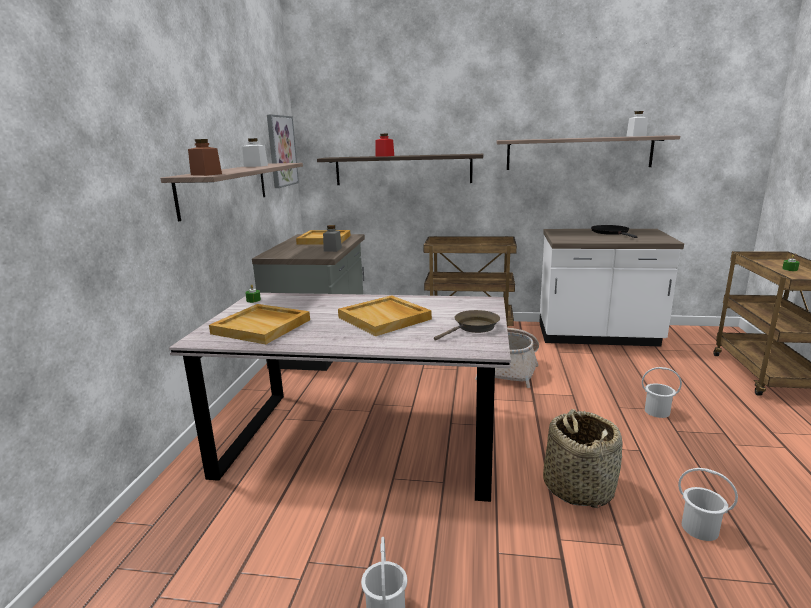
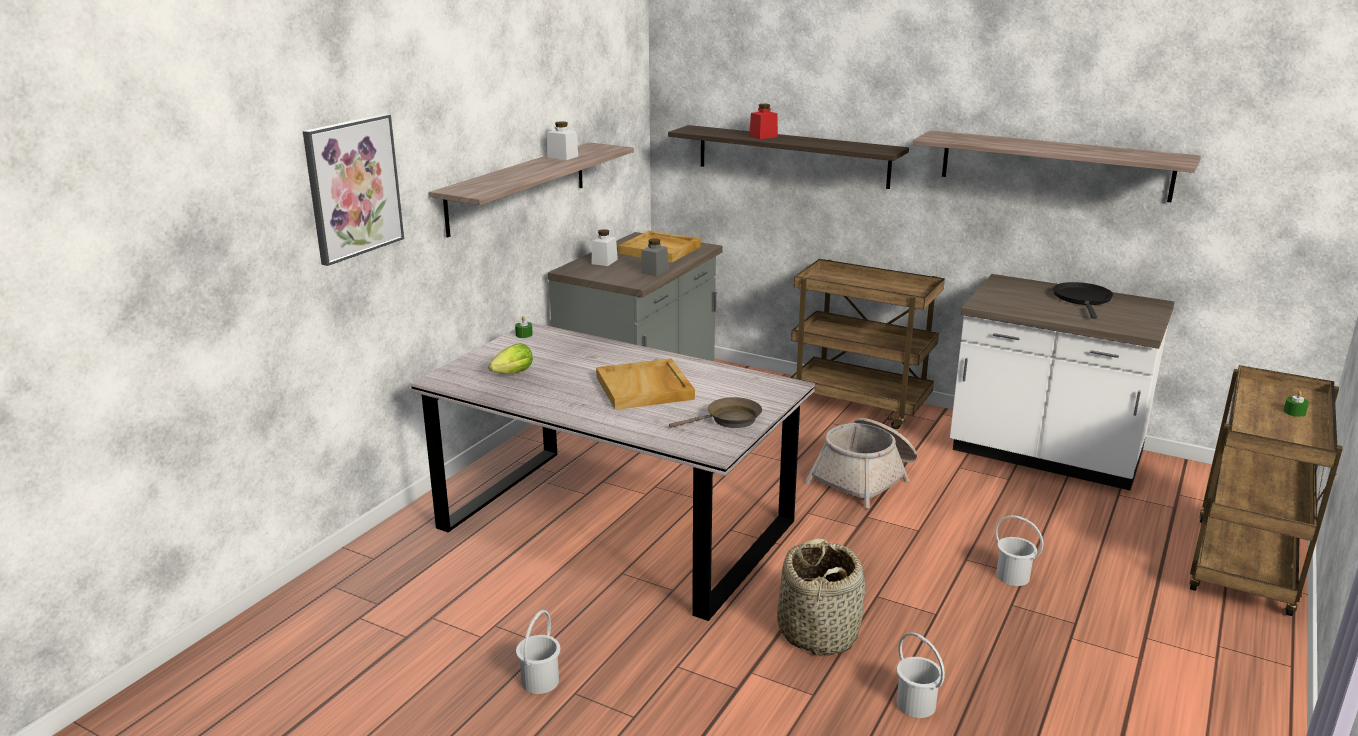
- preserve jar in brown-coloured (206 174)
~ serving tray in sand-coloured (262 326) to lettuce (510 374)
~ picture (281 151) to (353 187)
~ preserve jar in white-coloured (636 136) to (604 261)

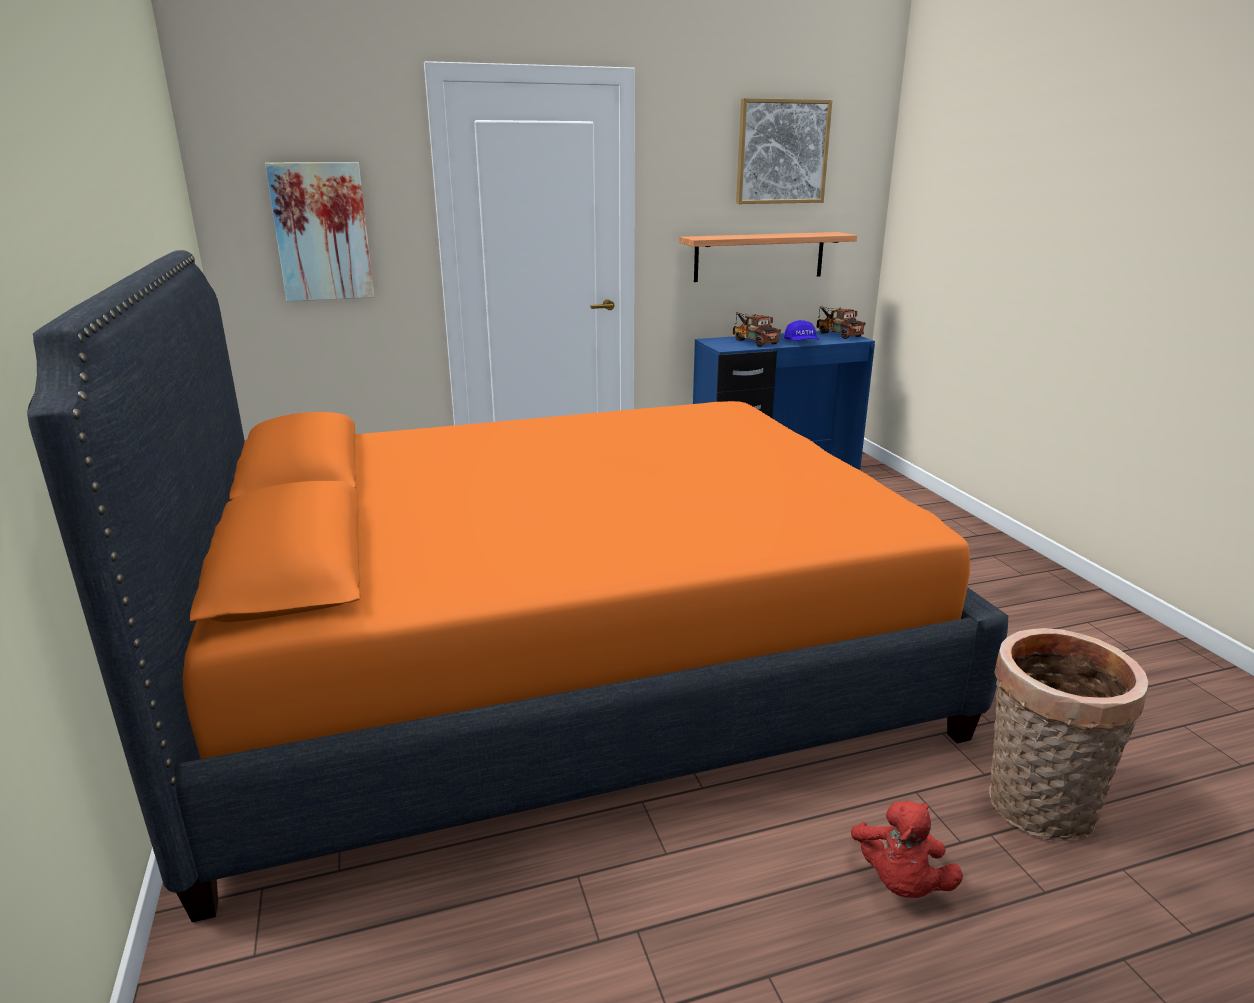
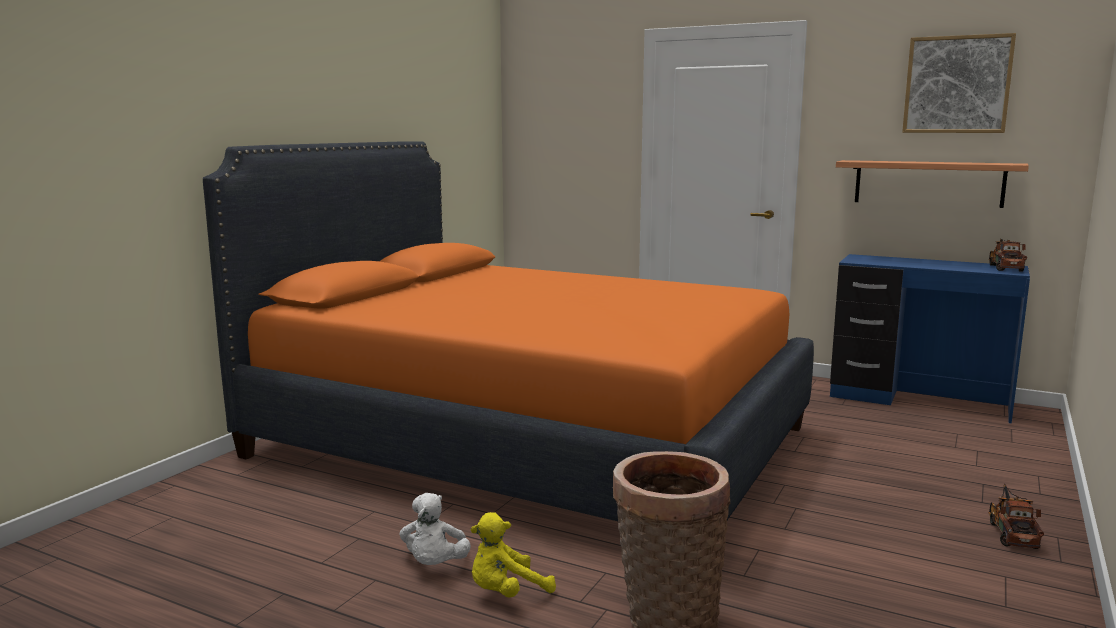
- picture (322 232)
~ toy truck (753 341) to (1011 532)
- cap in blue (801 342)
~ soft toy in red (899 882) to soft toy in yellowish (506 592)
+ soft toy in white-coloured (434 565)

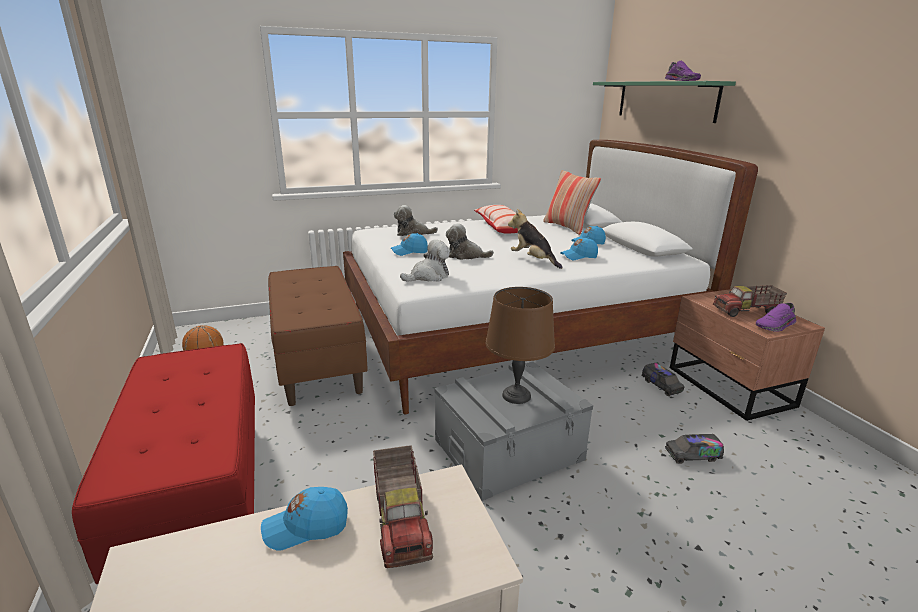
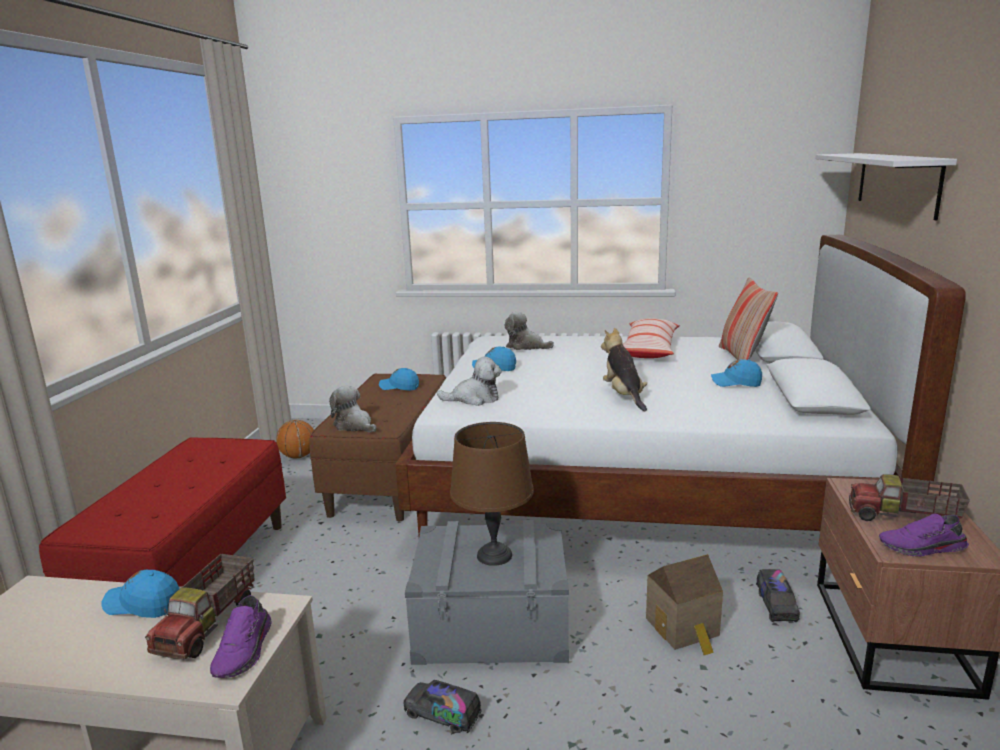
~ soft toy (465 256) to (354 426)
~ cap in blue (579 256) to (399 387)
~ bracket shelf in green-coloured (665 100) to bracket shelf in white-coloured (897 182)
~ item of footwear in purple (682 81) to (245 651)
~ toy truck (692 455) to (442 715)
+ miniature house (684 629)

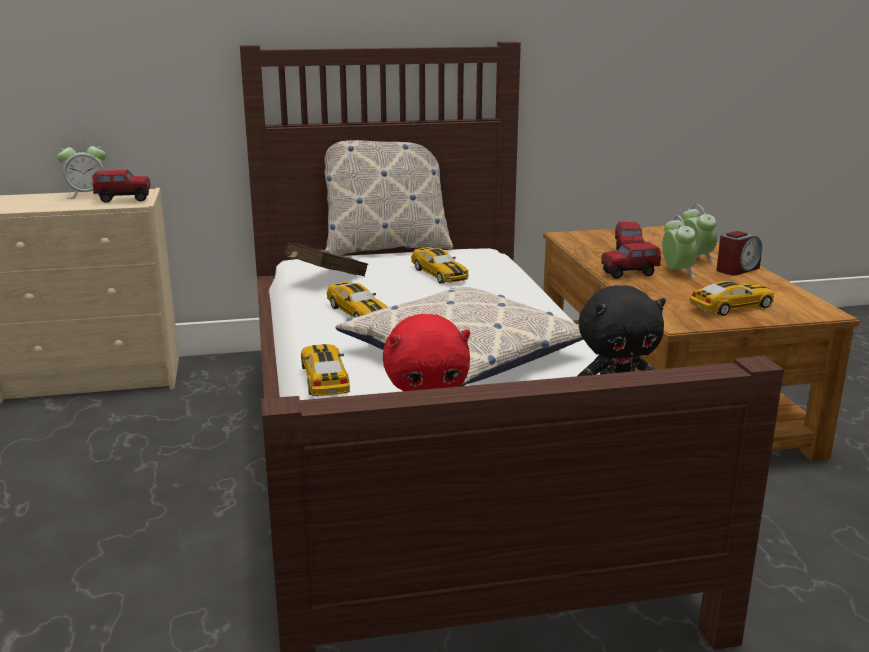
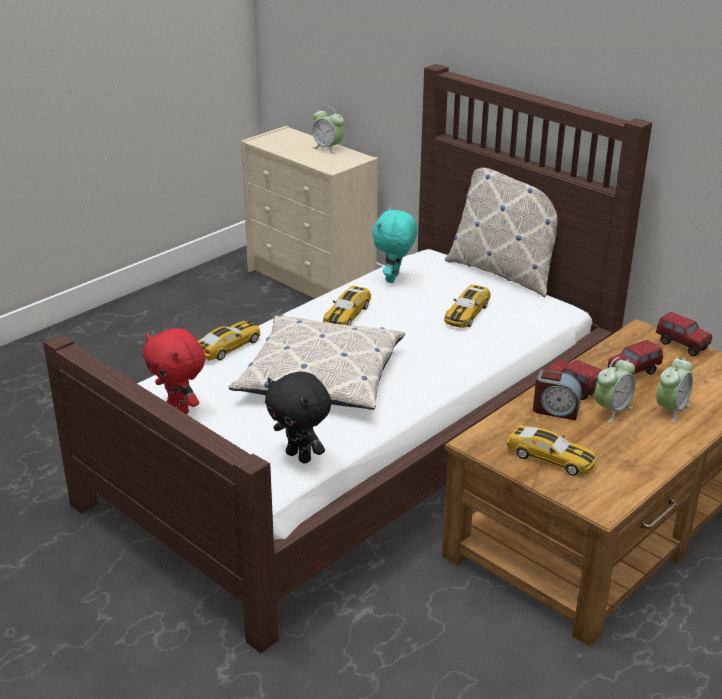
~ toy truck (123 199) to (681 345)
~ volume in red (324 279) to soft toy in turquoise-coloured (394 279)
~ bedside clock (737 269) to (555 410)

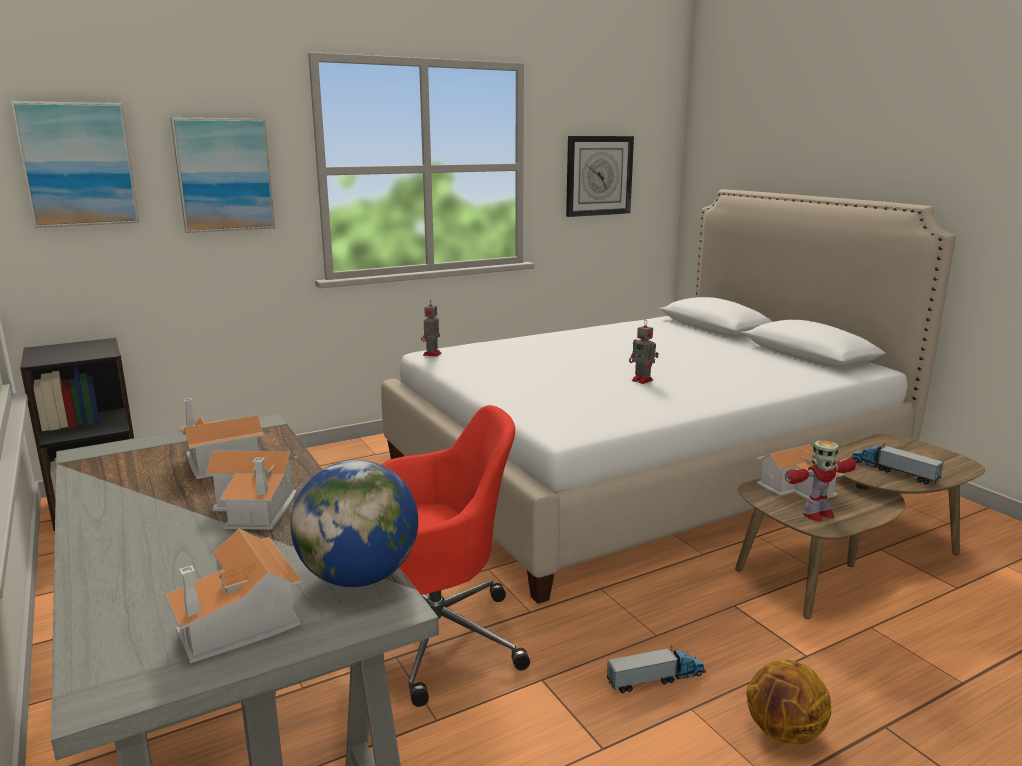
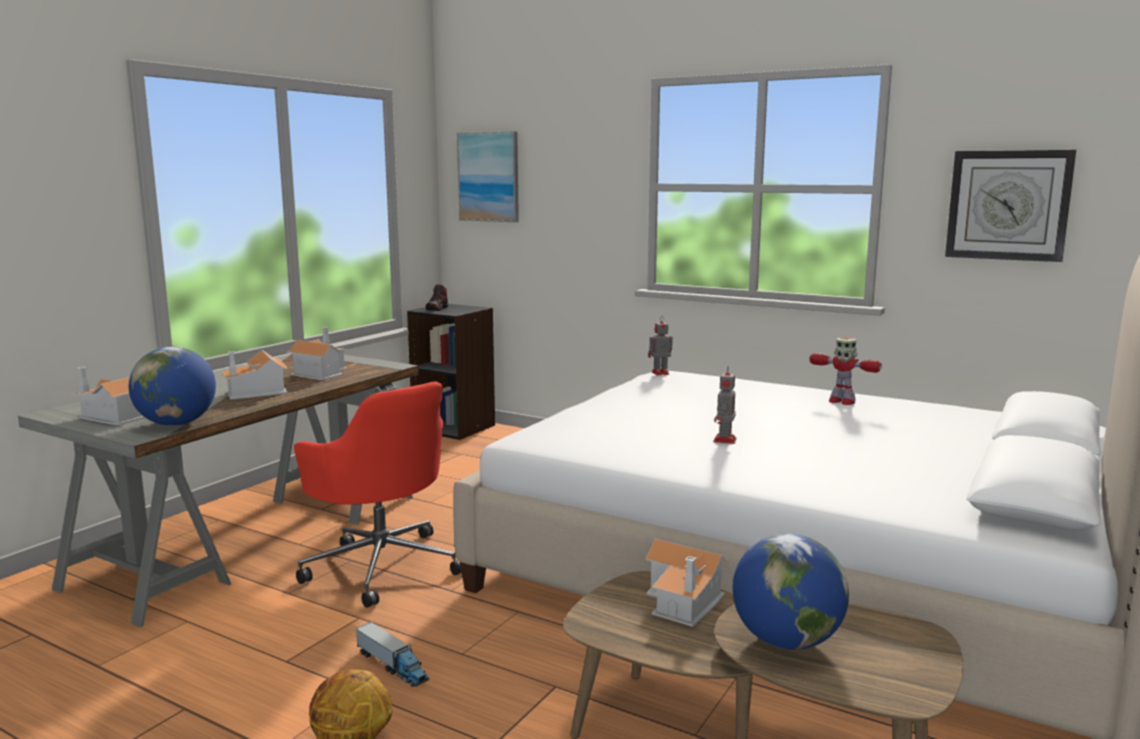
- picture (224 175)
~ model robot (817 514) to (841 401)
~ toy truck (893 471) to globe (786 641)
+ item of footwear (437 309)

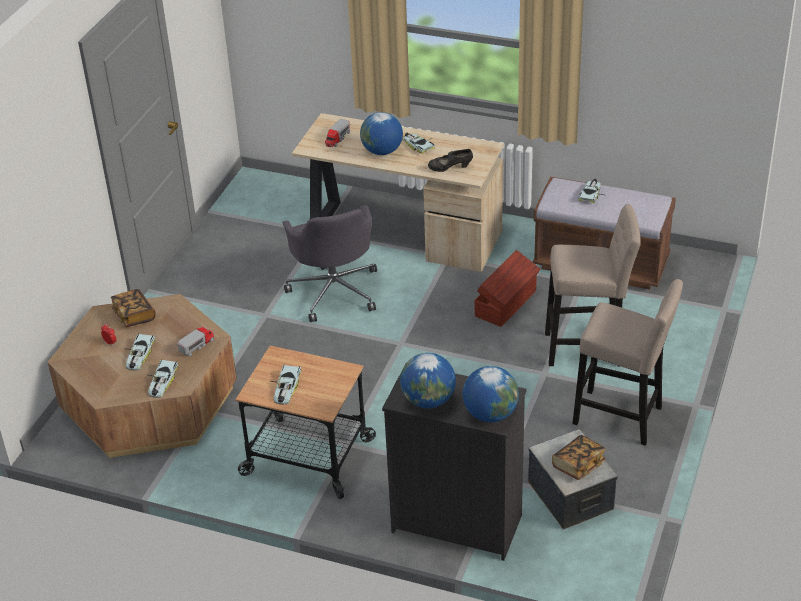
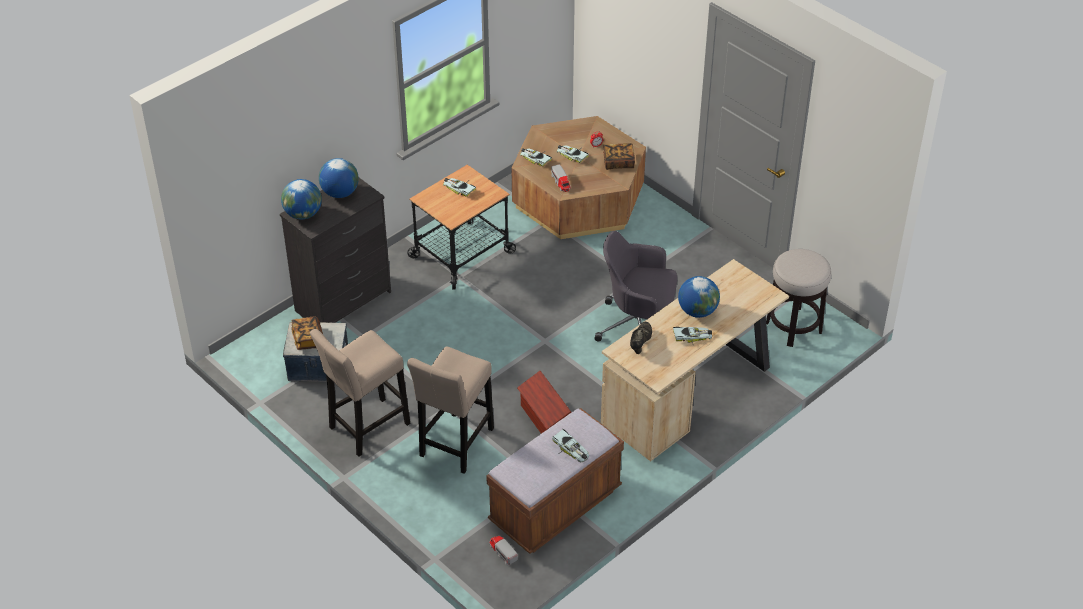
~ toy truck (337 139) to (503 553)
+ sitting stool (794 327)

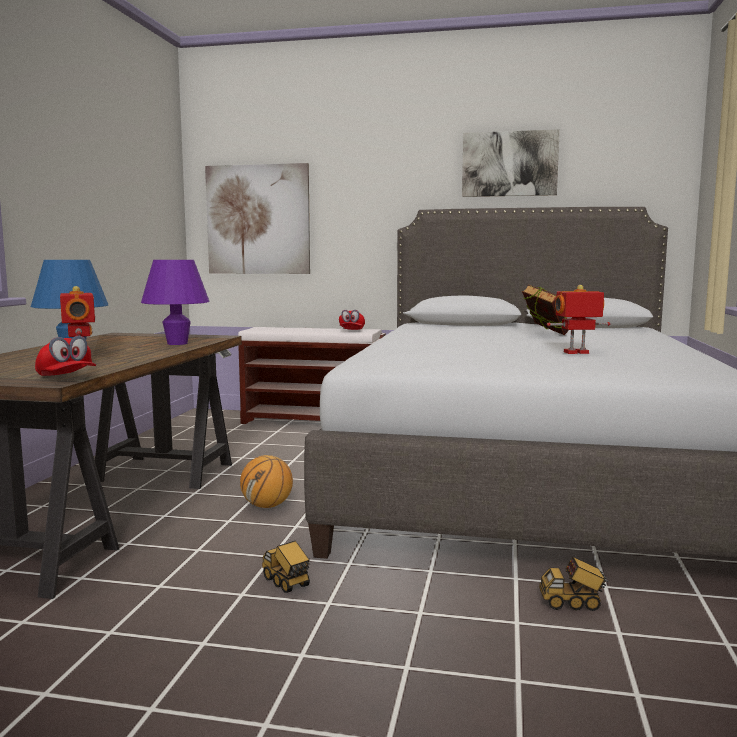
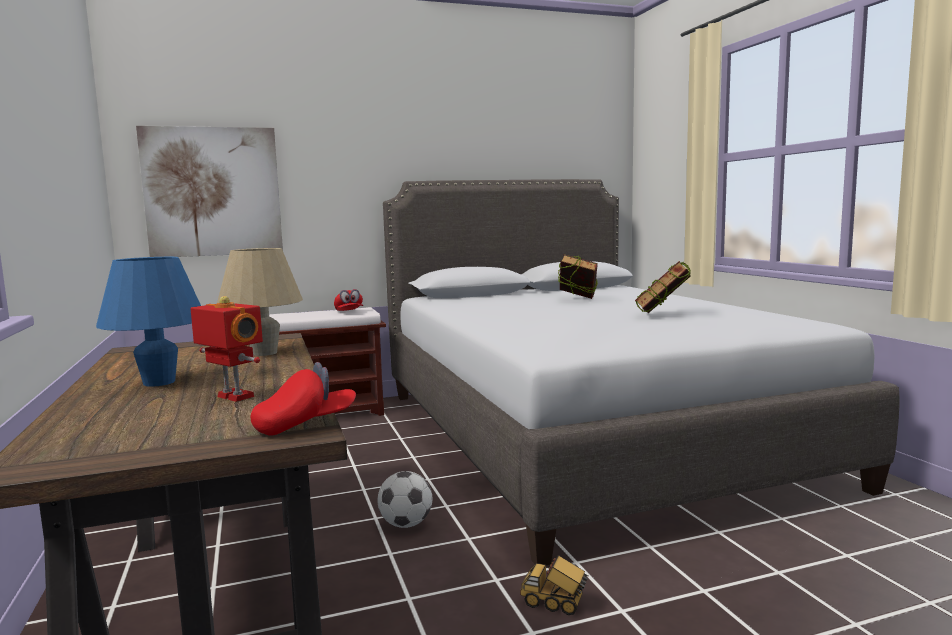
~ cap in red (66 378) = (305 425) 45 degrees counterclockwise
~ table lamp in purple (177 343) to table lamp in sand-coloured (264 353)
~ basketball ball (267 506) to football ball (406 524)
- picture (509 164)
- toy truck (572 603)
~ model robot (576 353) to volume (662 316)

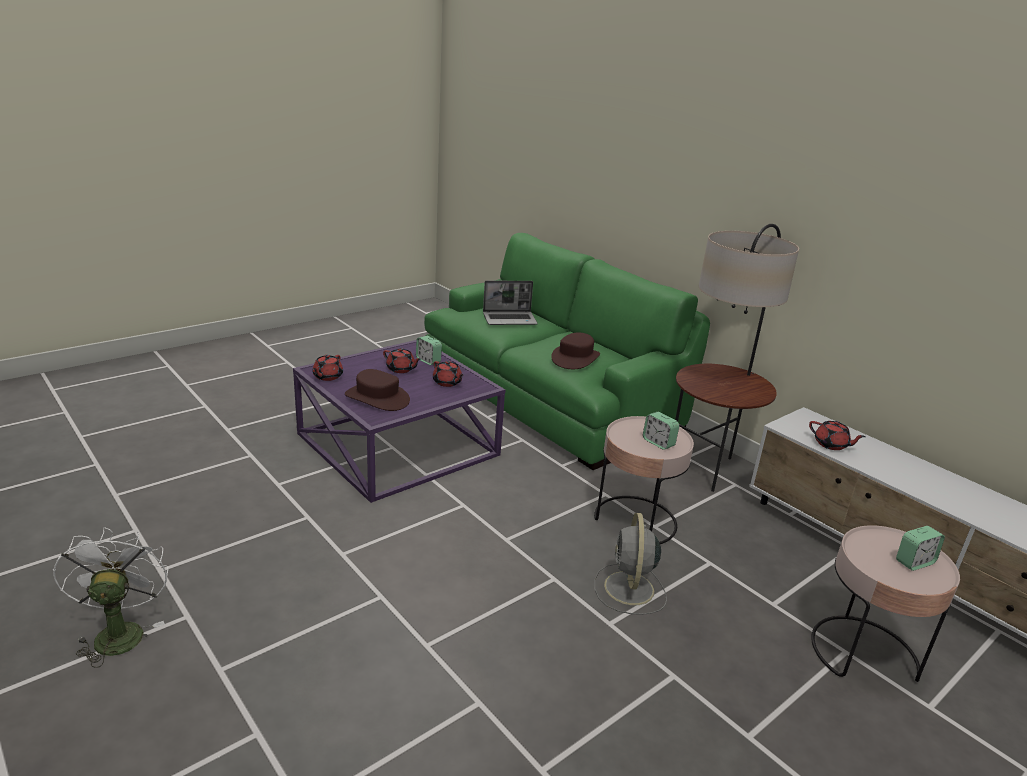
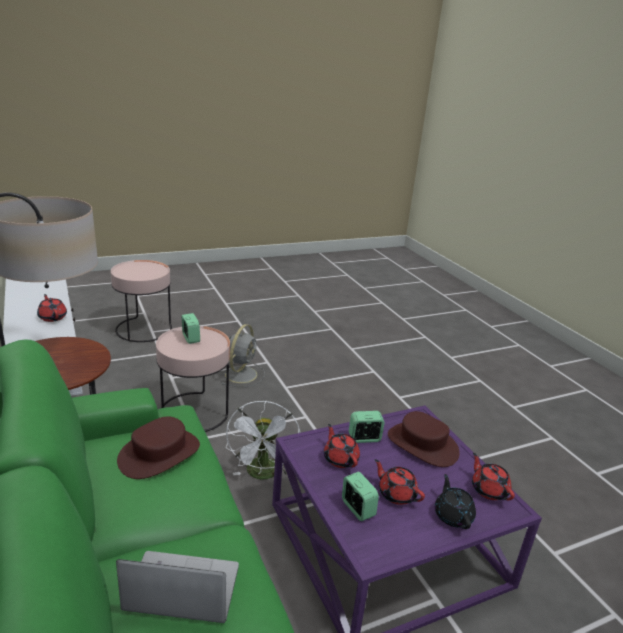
~ electric fan in white-coloured (119 631) to (263 474)
~ tea pot in red (327 377) = (489 490) 60 degrees counterclockwise
~ bedside clock (914 562) to (364 438)
+ tea pot in blackish (453 515)

